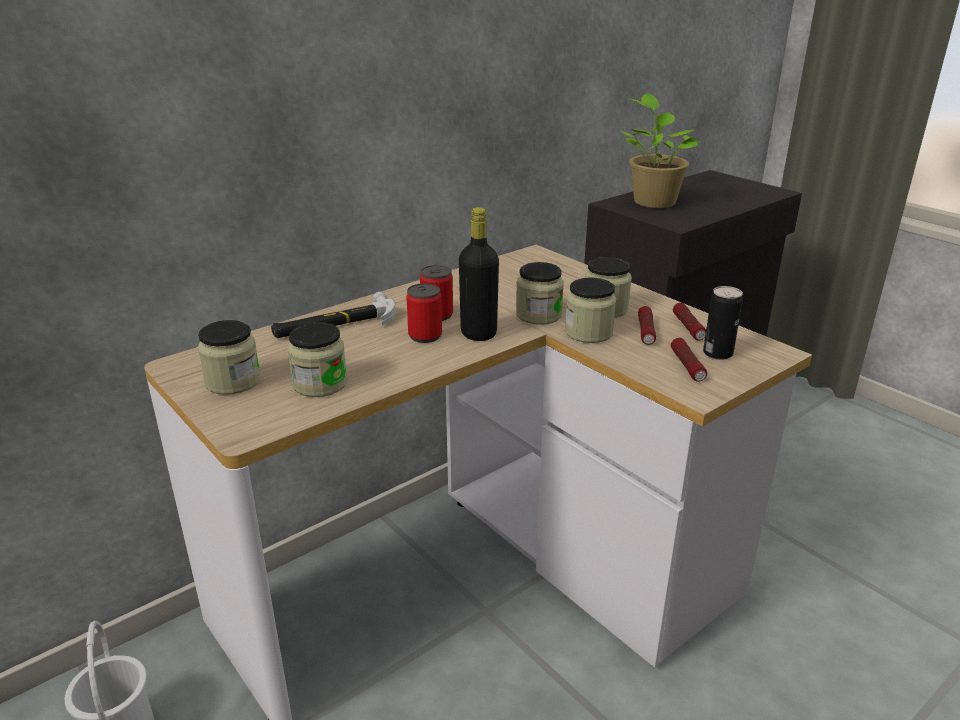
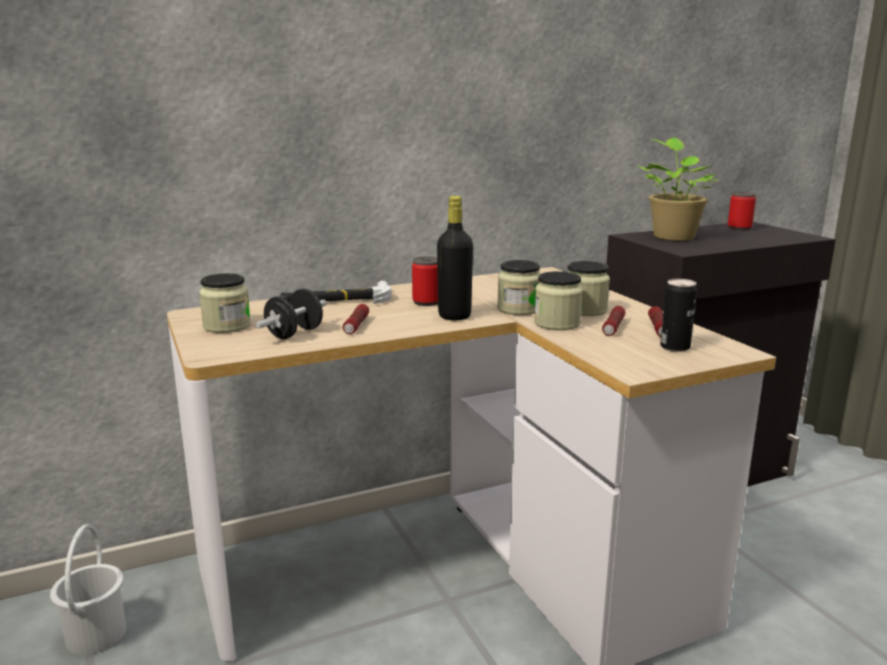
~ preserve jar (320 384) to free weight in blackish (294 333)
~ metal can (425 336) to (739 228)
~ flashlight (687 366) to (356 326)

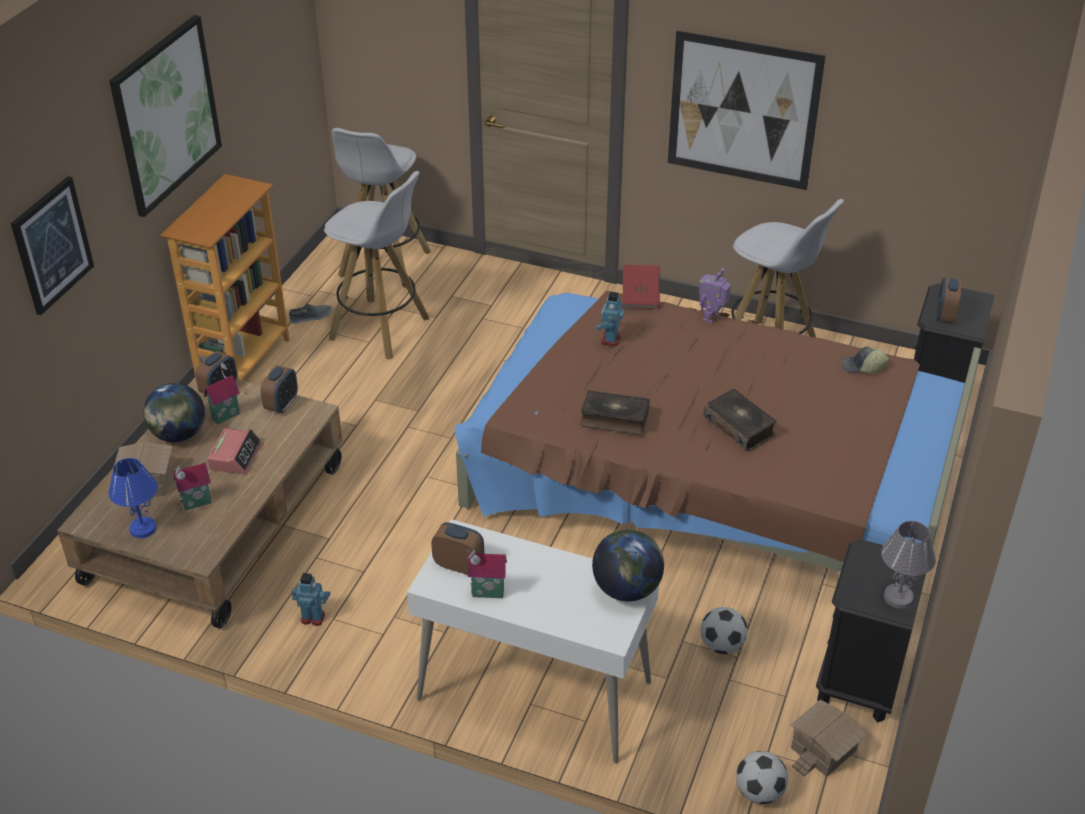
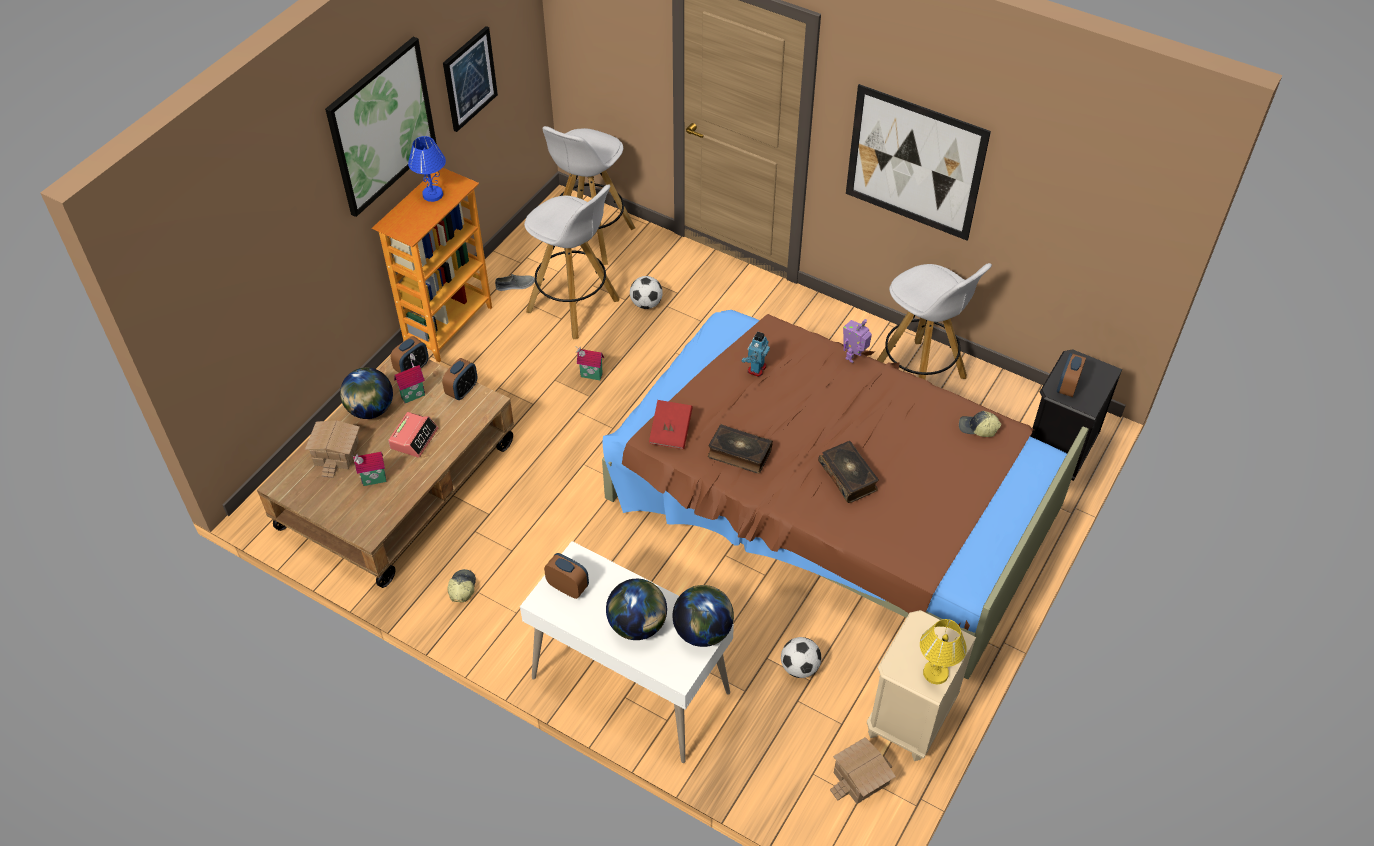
~ picture (52 245) to (469 78)
~ table lamp in blue (142 529) to (432 194)
~ model robot (313 617) to cap (461 588)
~ miniature house (487 594) to (591 376)
~ volume in red (640 296) to (671 432)
~ football ball (759 792) to (646 304)
~ night table in blackish (859 681) to night table in sand-coloured (909 719)
~ table lamp in grey (898 598) to table lamp in yellowish (935 673)
+ globe (637 625)

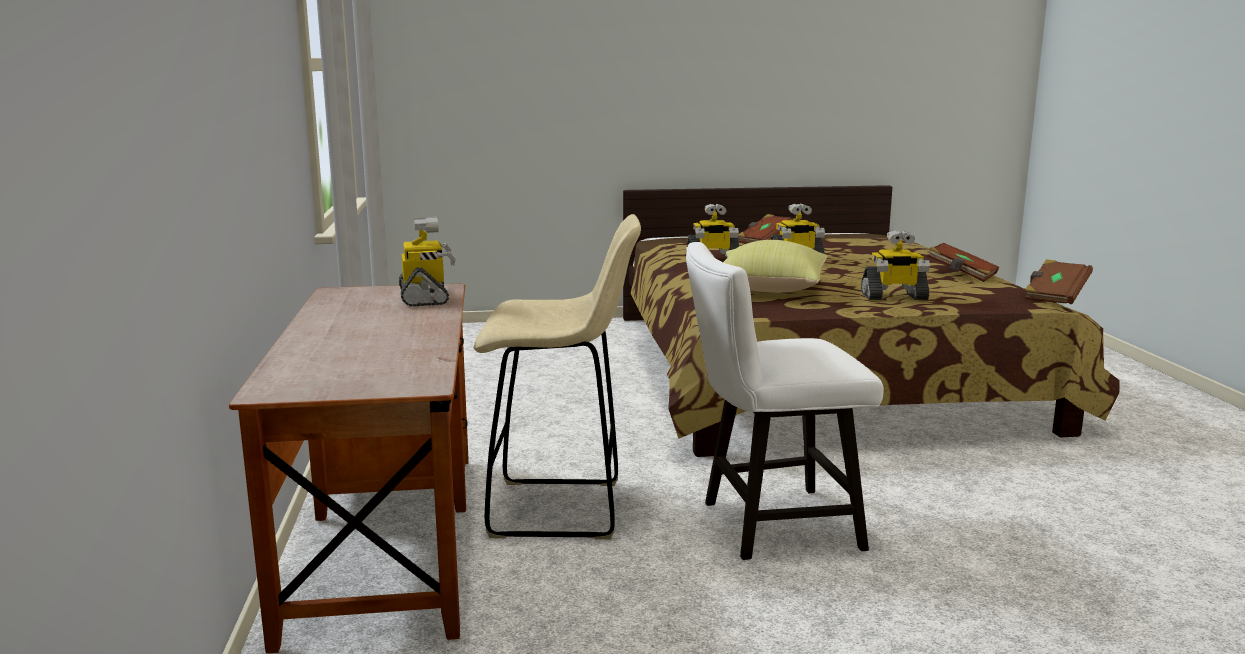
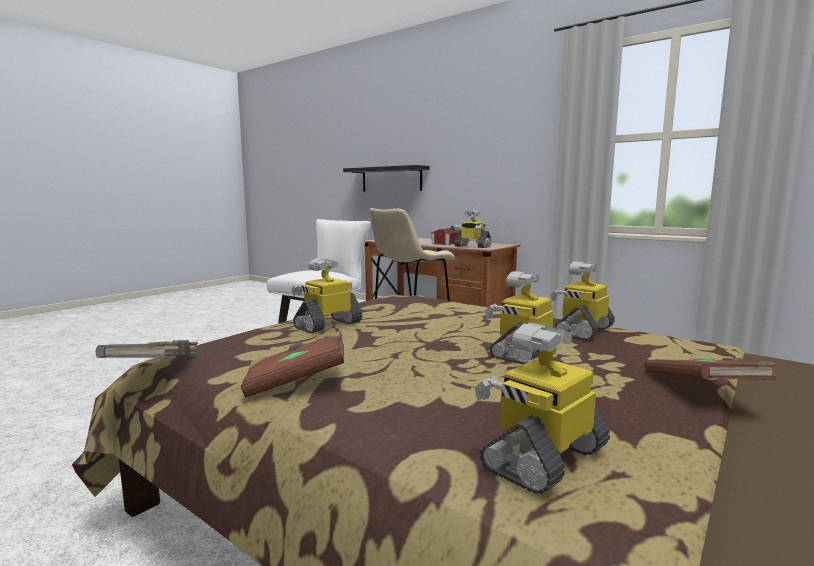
- throw pillow in yellowish (768 289)
~ volume in brown-coloured (1055 296) to volume in grey (156 369)
+ bracket shelf in blackish (391 179)
+ miniature house (445 243)
+ model robot (543 457)

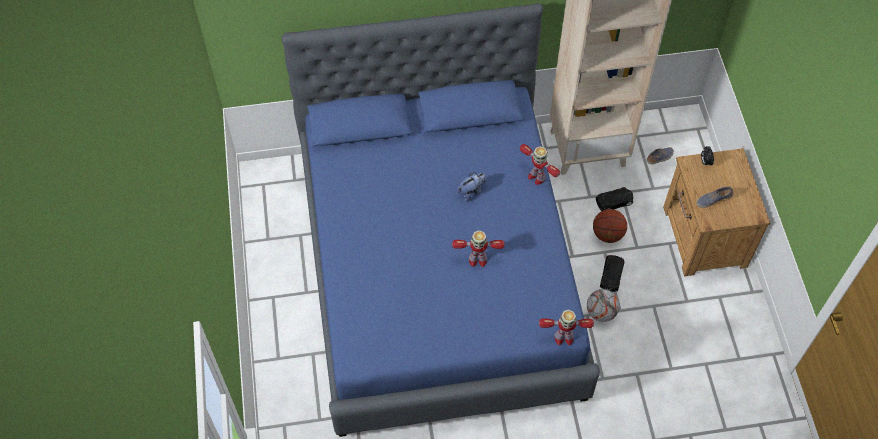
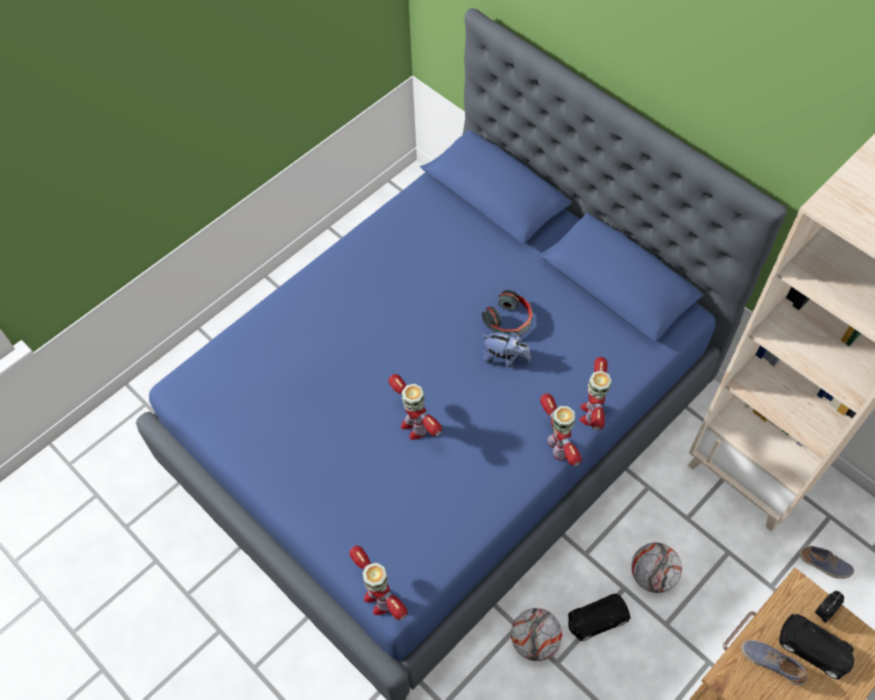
~ basketball ball (607 234) to football ball (652 575)
~ miniature car in blackish (614 202) to (814 649)
+ headphones (509 321)
+ model robot (559 448)

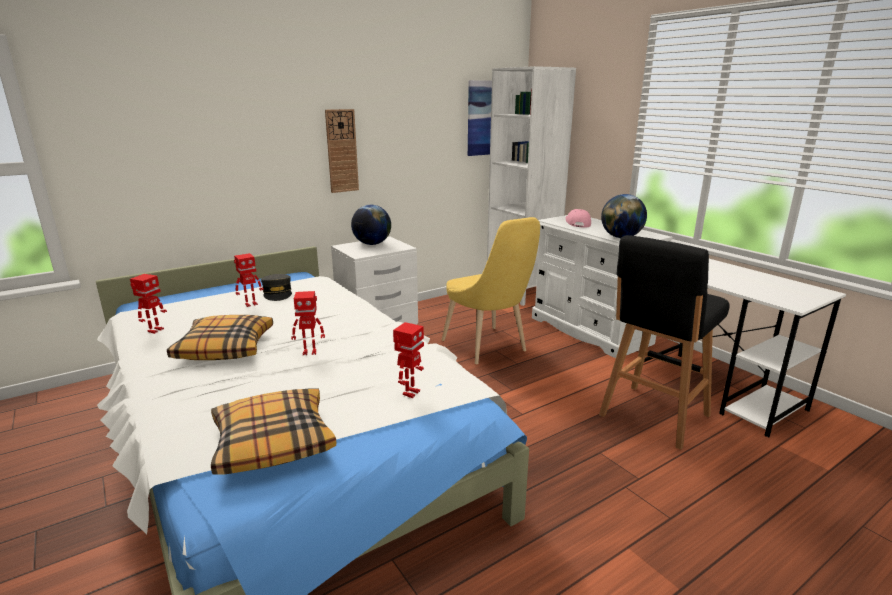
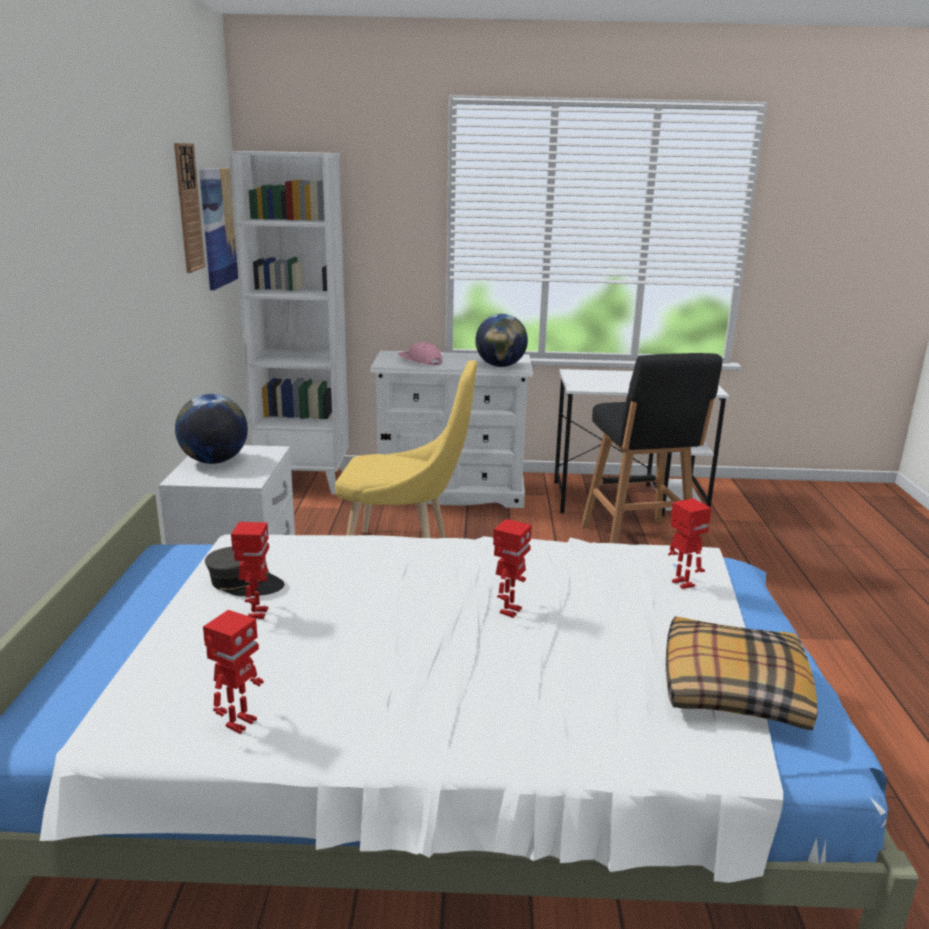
~ model robot (155 330) = (239 723) 60 degrees clockwise
- throw pillow (225 347)
~ wall clock (342 151) to (188 208)

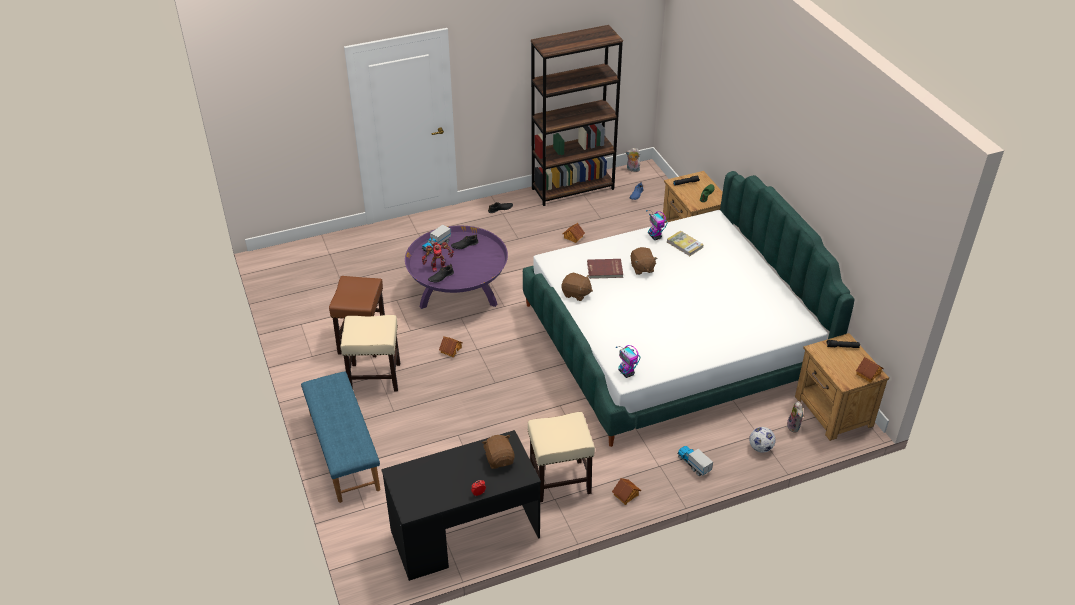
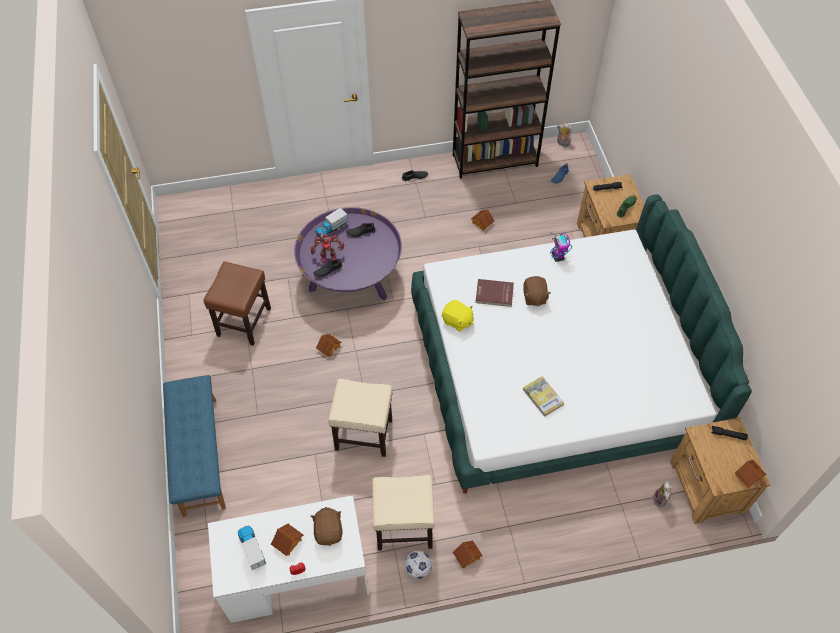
~ sitting stool in sand-coloured (375 377) to (364 434)
~ desk table in blackish (464 534) to desk table in white-coloured (296 576)
~ soft toy in brown-coloured (576 294) to soft toy in yellowish (457 321)
- model robot (627 373)
~ volume (684 245) to (543 397)
~ toy truck (693 464) to (252 549)
~ football ball (760 448) to (418 569)
+ miniature house (288 542)

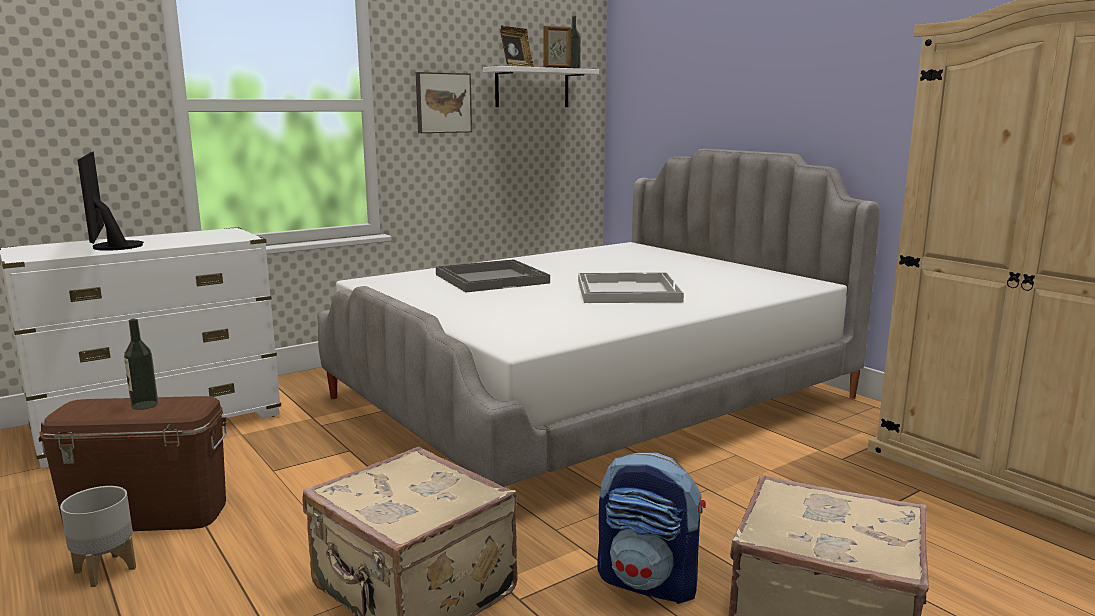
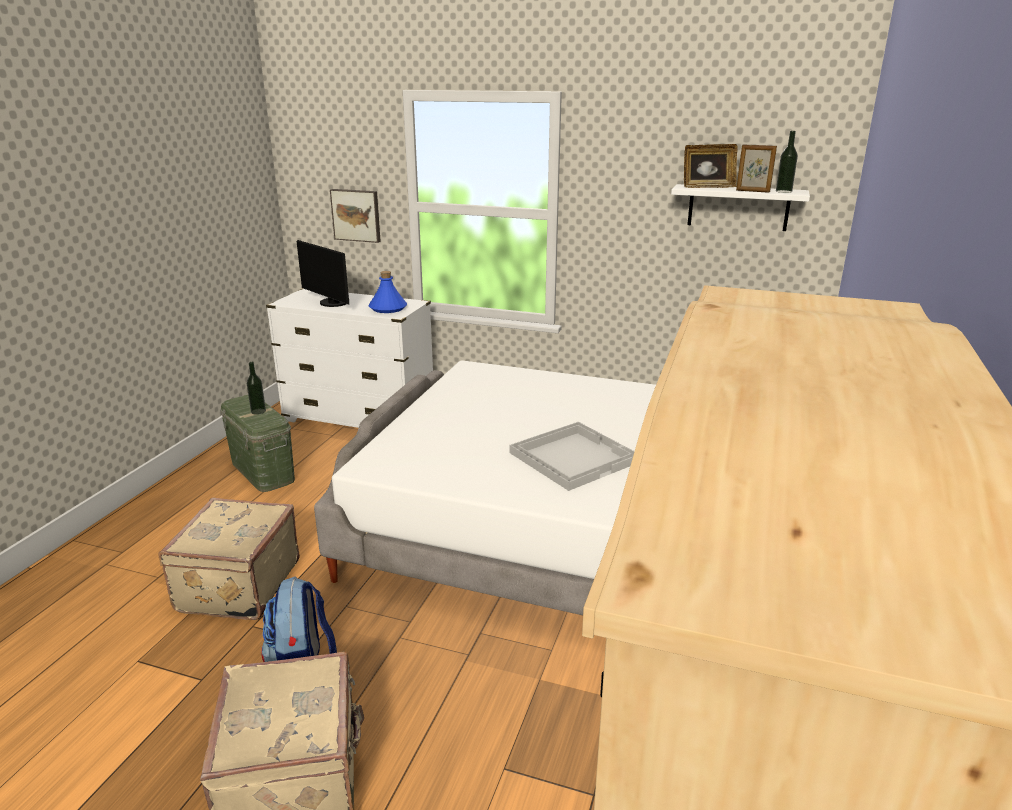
~ storage container in brown-coloured (148 514) to storage container in green-coloured (263 471)
- planter in grey (105 570)
~ computer screen (112 247) = (331 303) 75 degrees counterclockwise
~ picture (442 103) to (356 215)
- serving tray in grey (492 278)
+ drink bottle in blue (387 308)

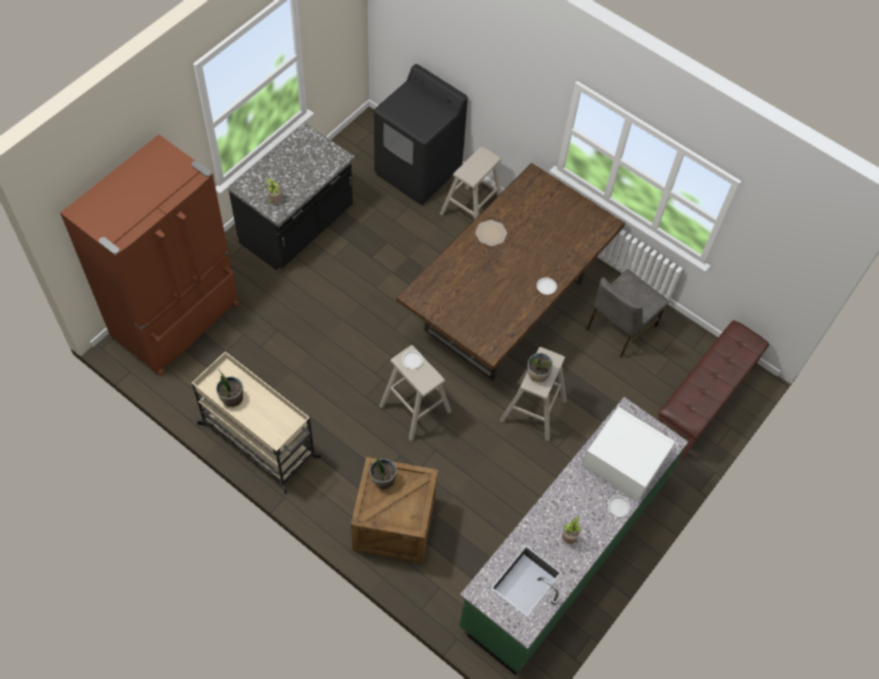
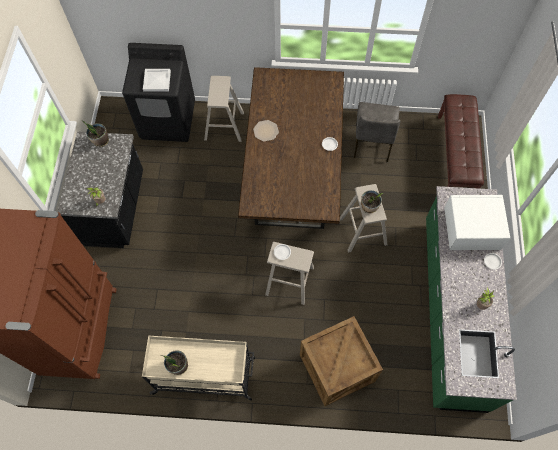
~ houseplant (383 480) to (100 141)
+ serving tray in white-coloured (157 81)

